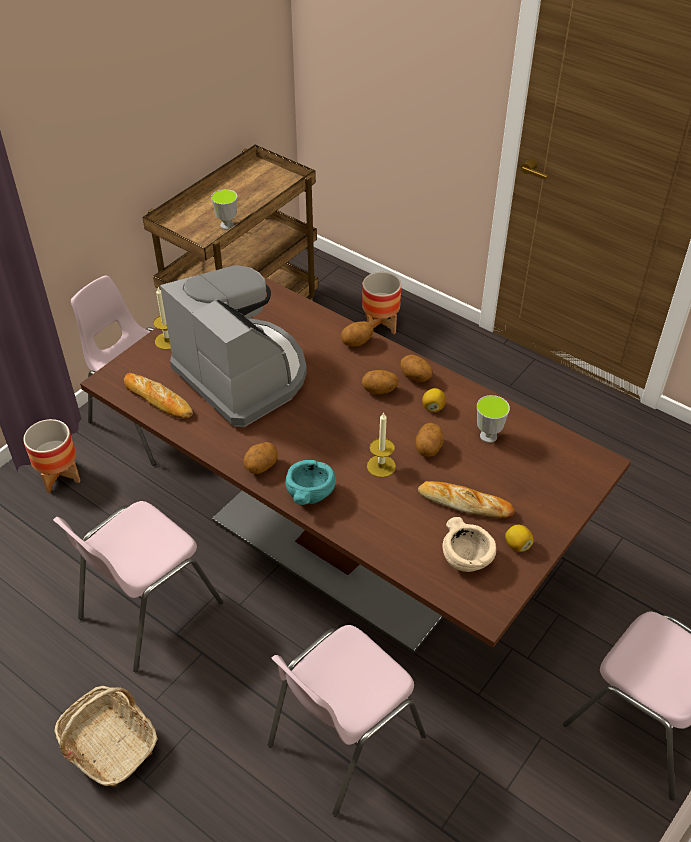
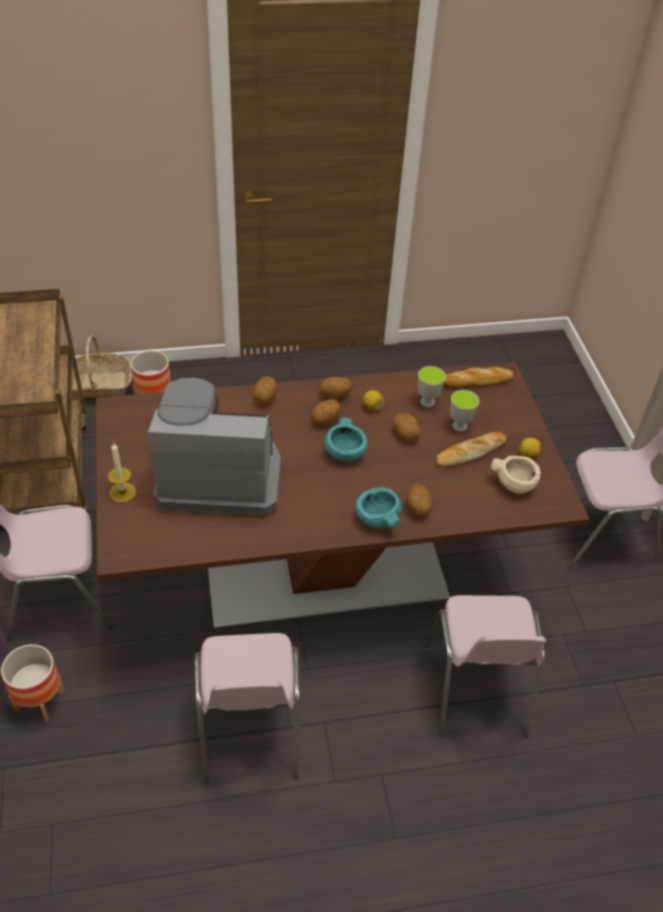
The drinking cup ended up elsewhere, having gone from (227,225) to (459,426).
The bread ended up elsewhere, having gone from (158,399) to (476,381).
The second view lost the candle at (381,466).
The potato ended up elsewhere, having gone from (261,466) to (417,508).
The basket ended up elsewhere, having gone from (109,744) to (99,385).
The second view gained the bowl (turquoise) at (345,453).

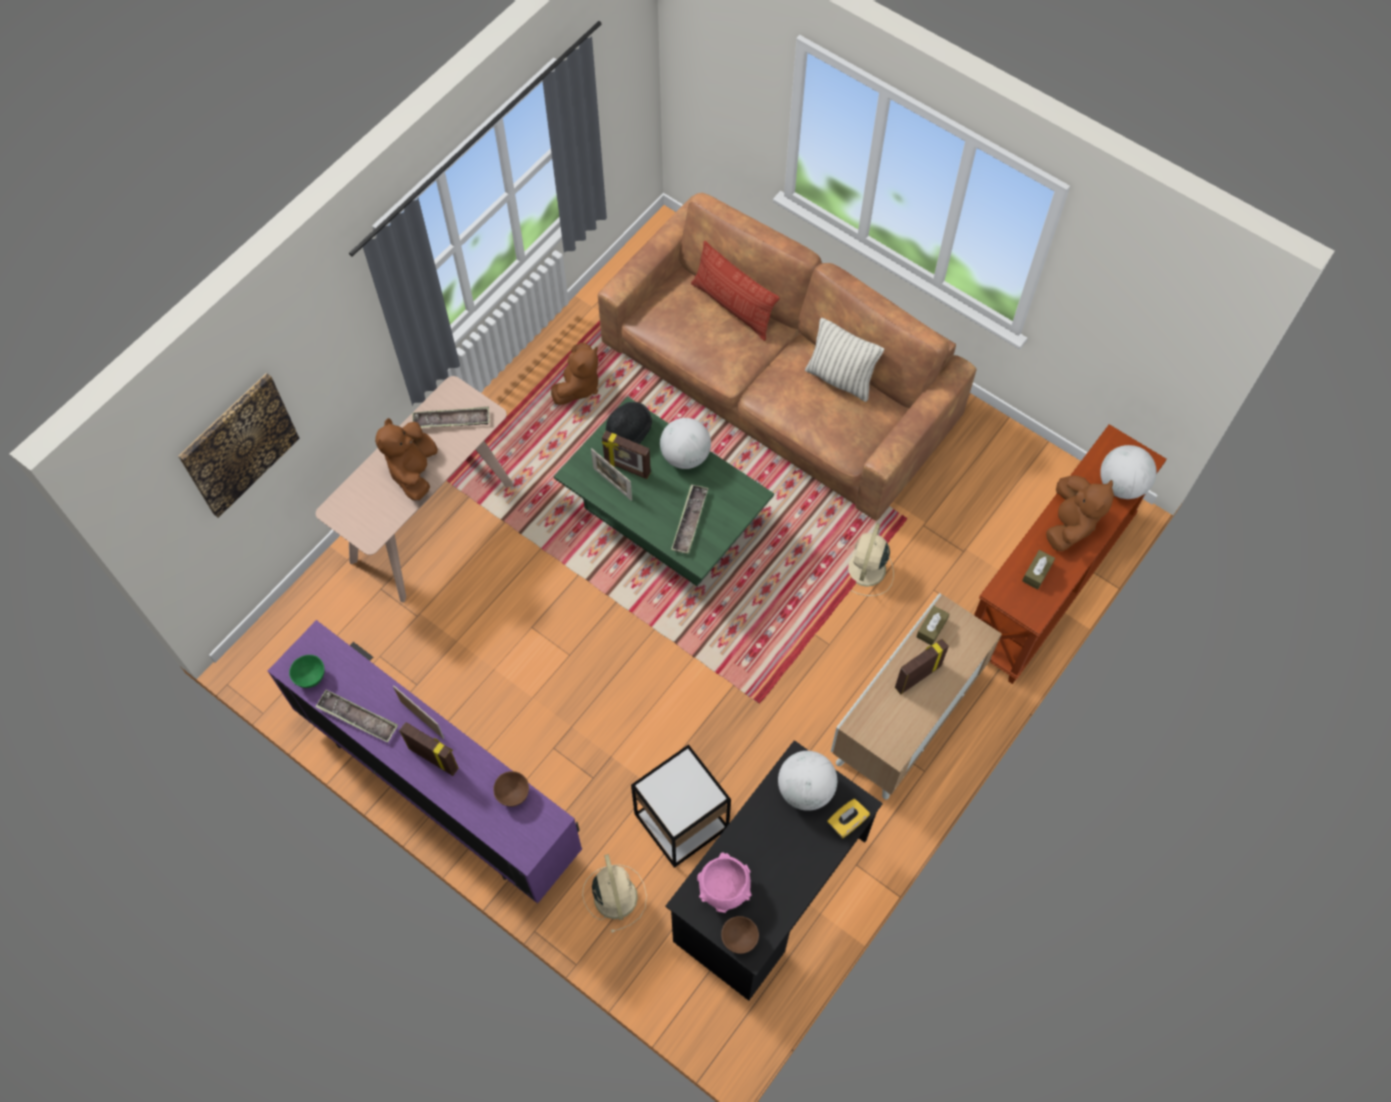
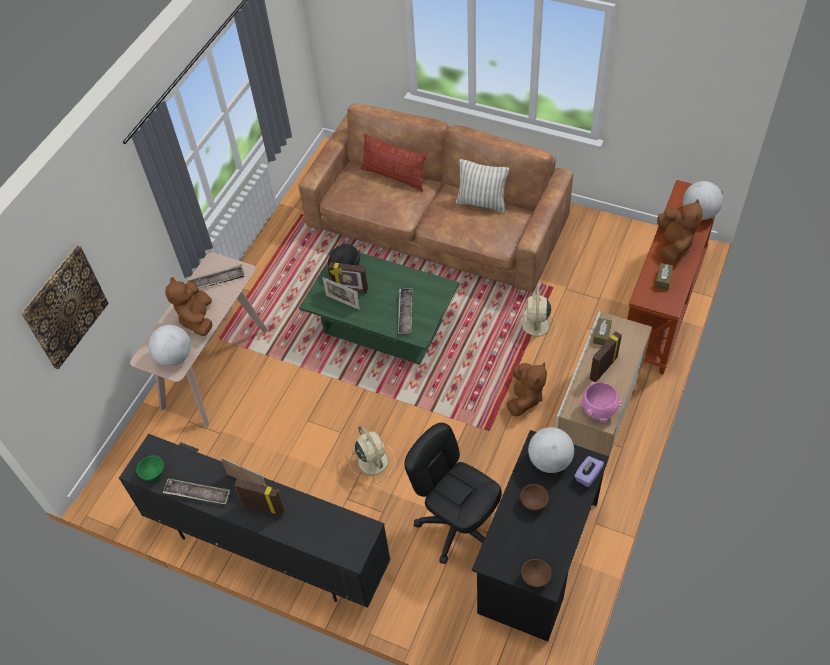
The soft toy (brownish) ended up elsewhere, having gone from (578,386) to (525,398).
The world globe ended up elsewhere, having gone from (685,456) to (174,357).
What was the tv stand (purple) at (438,788) turned into the tv stand (blackish) at (267,549).
Where the side table stood at (681,821), the office chair (blackish) came to stand at (457,525).
The bowl (brownish) ended up elsewhere, having gone from (513,794) to (533,503).
What was the box of tissues (yellow-coloured) at (847,822) turned into the box of tissues (purple) at (587,475).
The bowl (pinkish) ended up elsewhere, having gone from (724,888) to (598,410).
The cooling fan (sand-coloured) ended up elsewhere, having gone from (615,895) to (372,460).

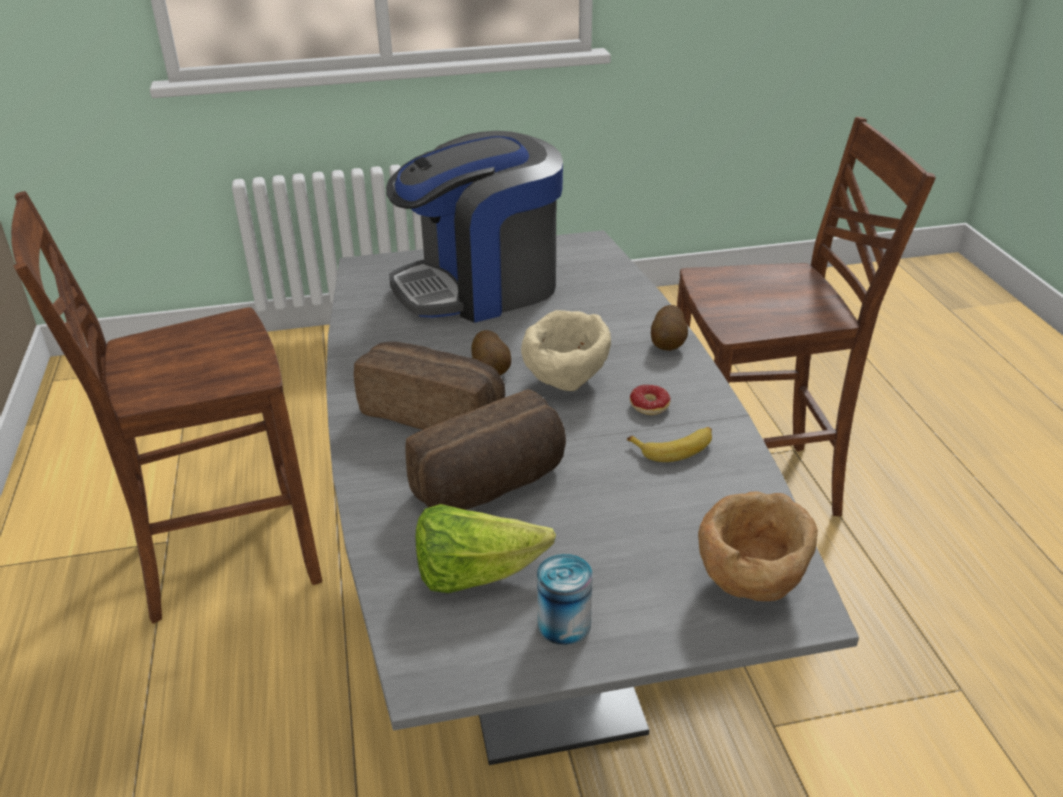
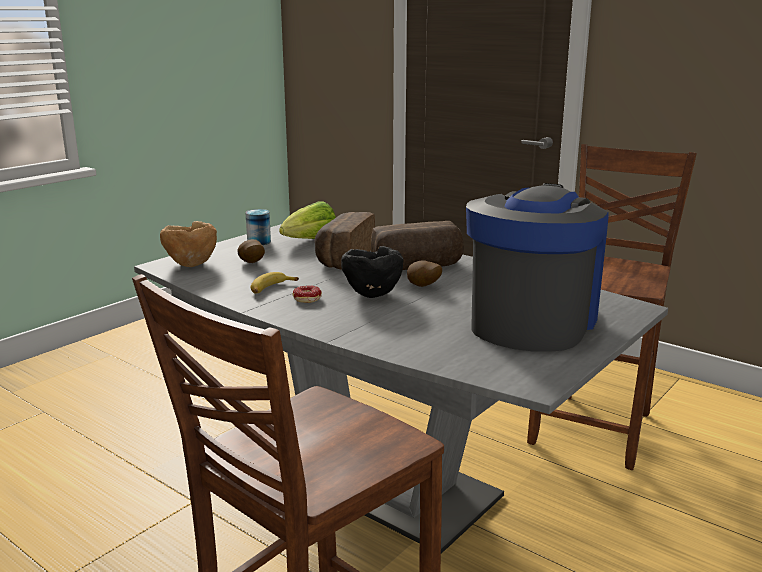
The potato ended up elsewhere, having gone from (668,345) to (251,263).
What was the bowl (sand-coloured) at (566,383) turned into the bowl (blackish) at (371,294).

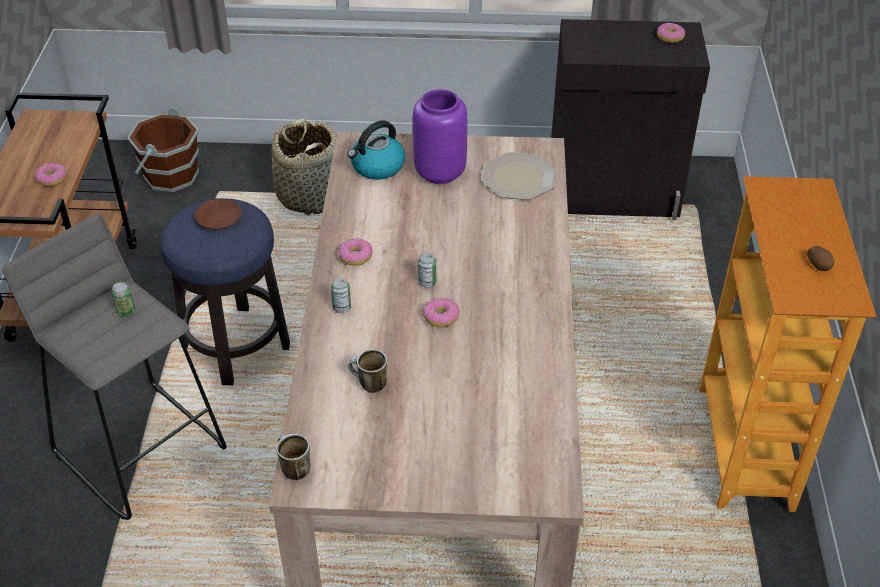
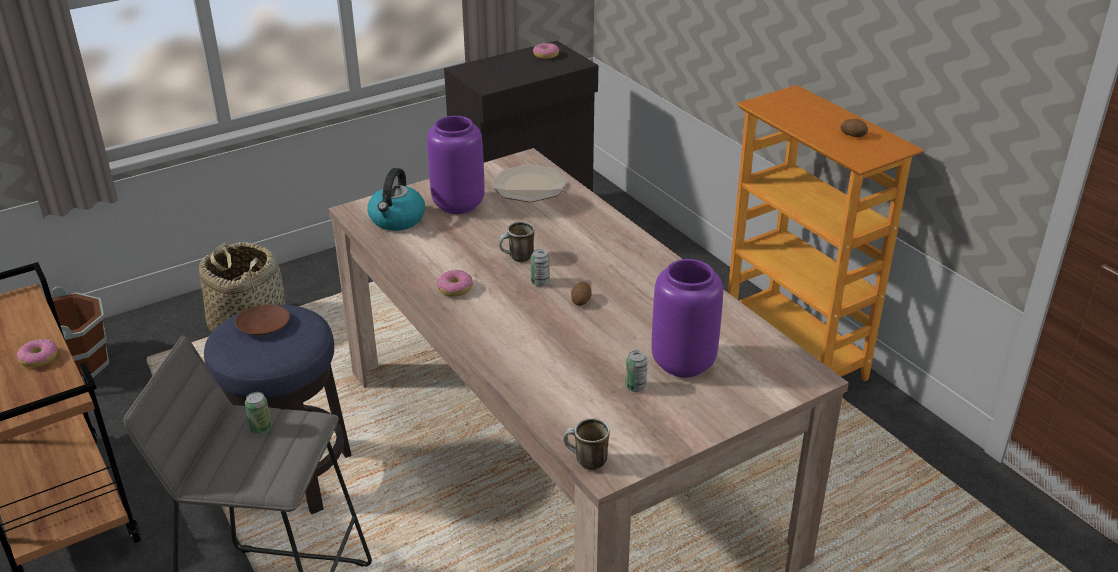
The sealed can ended up elsewhere, having gone from (341,308) to (635,387).
Where the donut stood at (441,317), the potato came to stand at (580,300).
The tea mug ended up elsewhere, having gone from (368,385) to (517,258).
The second view gained the decorative vase (purple) at (684,363).

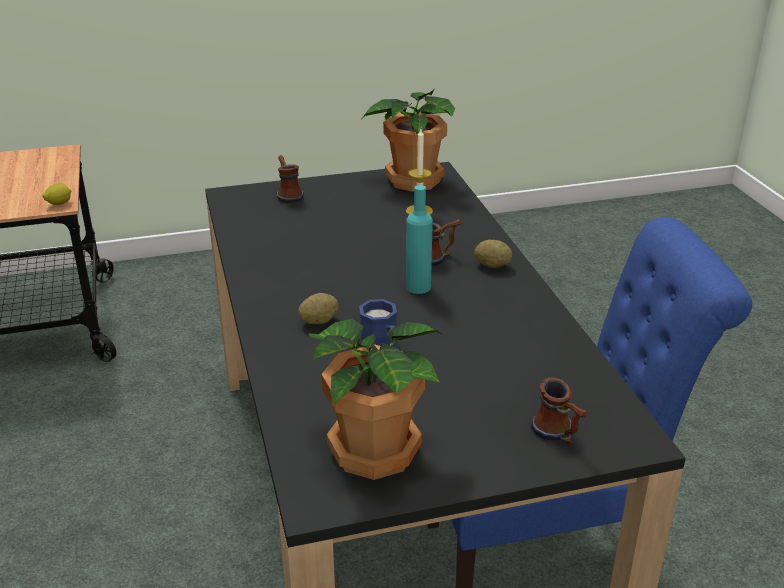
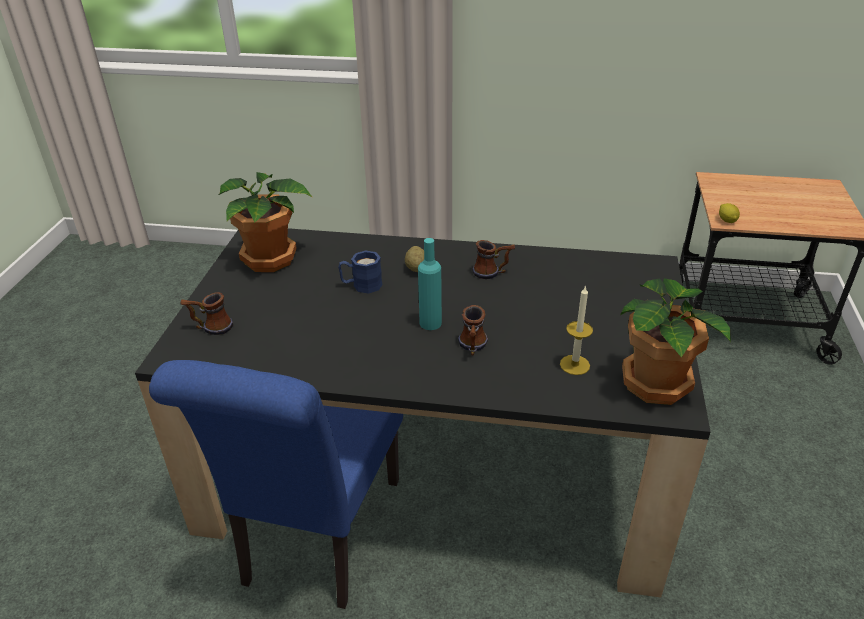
The tea mug ended up elsewhere, having gone from (288,194) to (492,272).
The second view lost the potato at (492,265).

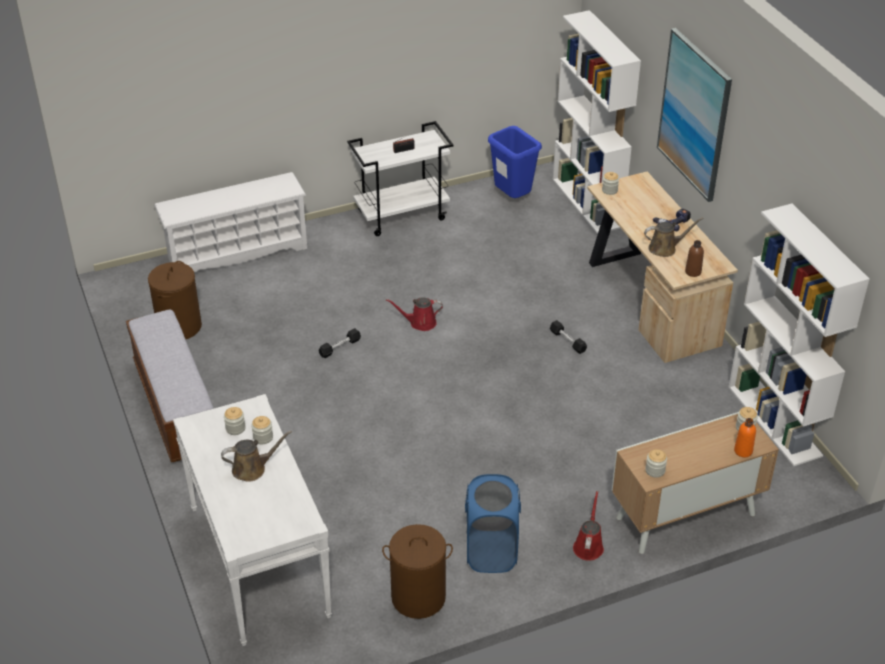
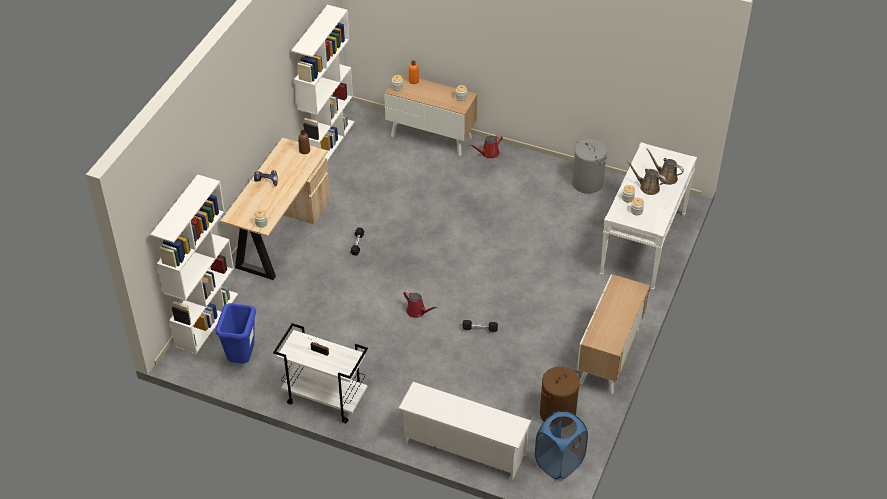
The second view lost the picture at (694,114).
The watering pot (brownish) ended up elsewhere, having gone from (665,248) to (665,177).
Where the bench stood at (175,406), the cupboard came to stand at (610,357).
The laundry basket (blue) ended up elsewhere, having gone from (491,552) to (559,462).
What was the laundry basket (brownish) at (418,597) turned into the laundry basket (grey) at (587,183).

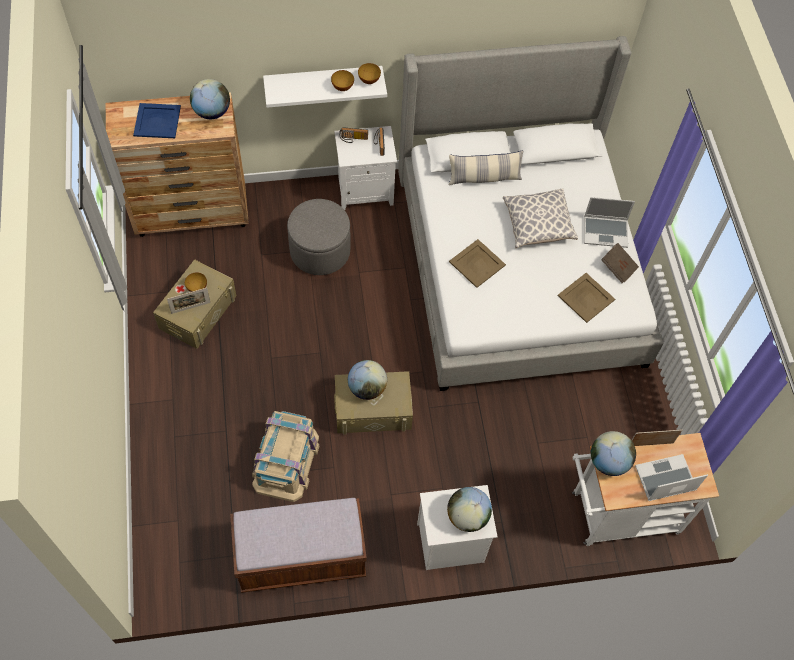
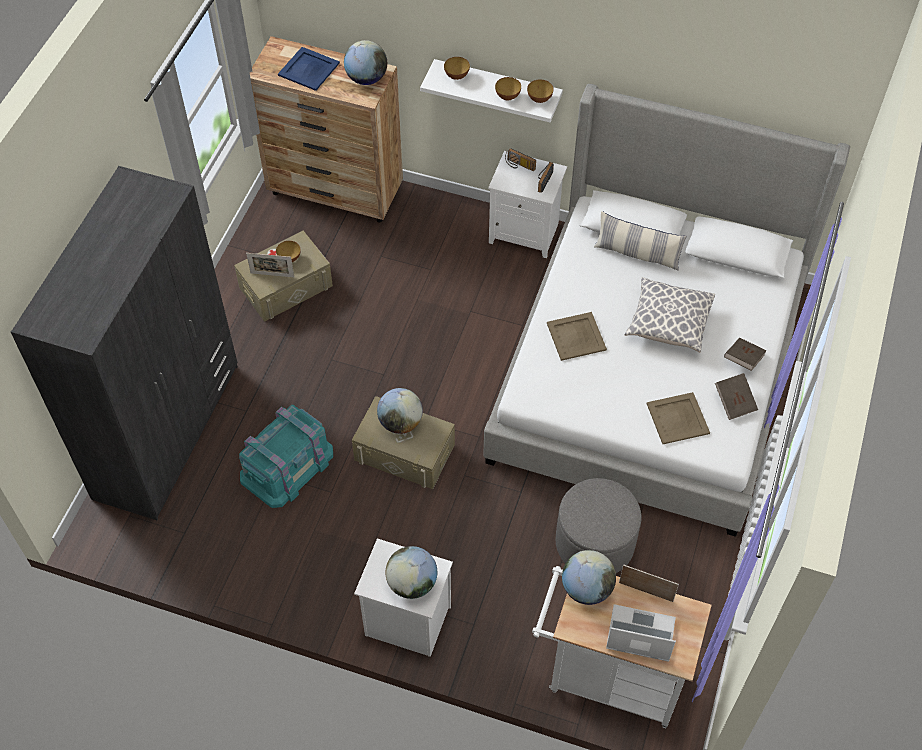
Where the portable computer stood at (606,232), the volume (brownish) came to stand at (743,359).
The footrest (grey) ended up elsewhere, having gone from (320,251) to (594,543).
What was the storage bin (sand-coloured) at (285,461) turned into the storage bin (turquoise) at (286,465).
The second view lost the bench (brownish) at (301,558).
The second view gained the bowl at (456,76).
The second view gained the armoire (grey) at (168,430).

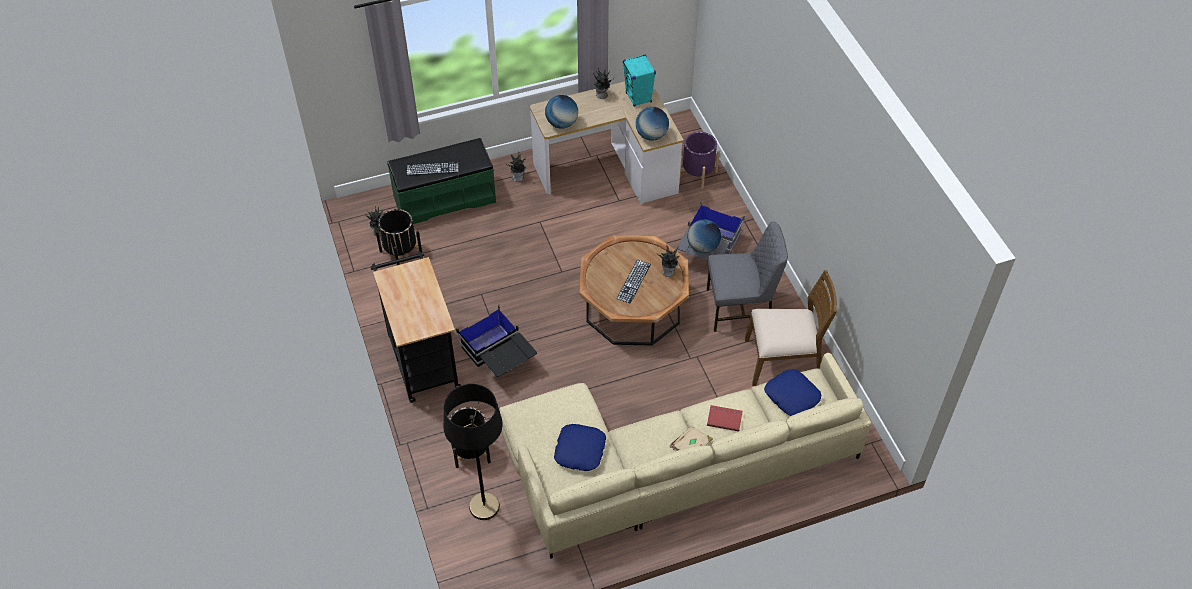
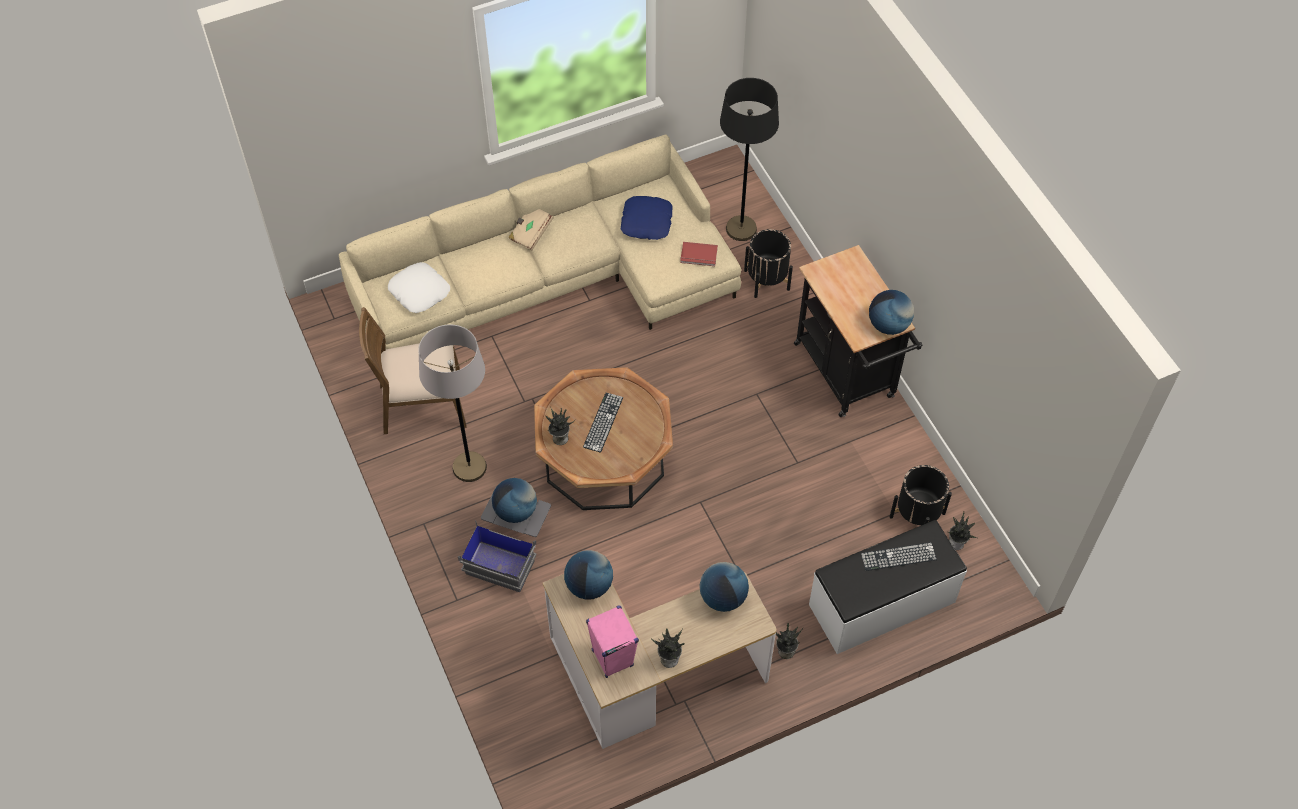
What was the loudspeaker (turquoise) at (638,98) turned into the loudspeaker (pinkish) at (612,658).
The second view lost the planter (purple) at (697,174).
What was the bench (green-coloured) at (444,199) turned into the bench (white-coloured) at (882,604).
Where the chair (grey) stood at (740,308), the standing lamp (grey) came to stand at (469,467).
The second view lost the storage bin (blackish) at (499,358).
What was the cushion (blue) at (791,396) turned into the cushion (white-coloured) at (420,291).
The volume (reddish) ended up elsewhere, having gone from (724,418) to (699,256).
The second view gained the world globe at (888,325).

